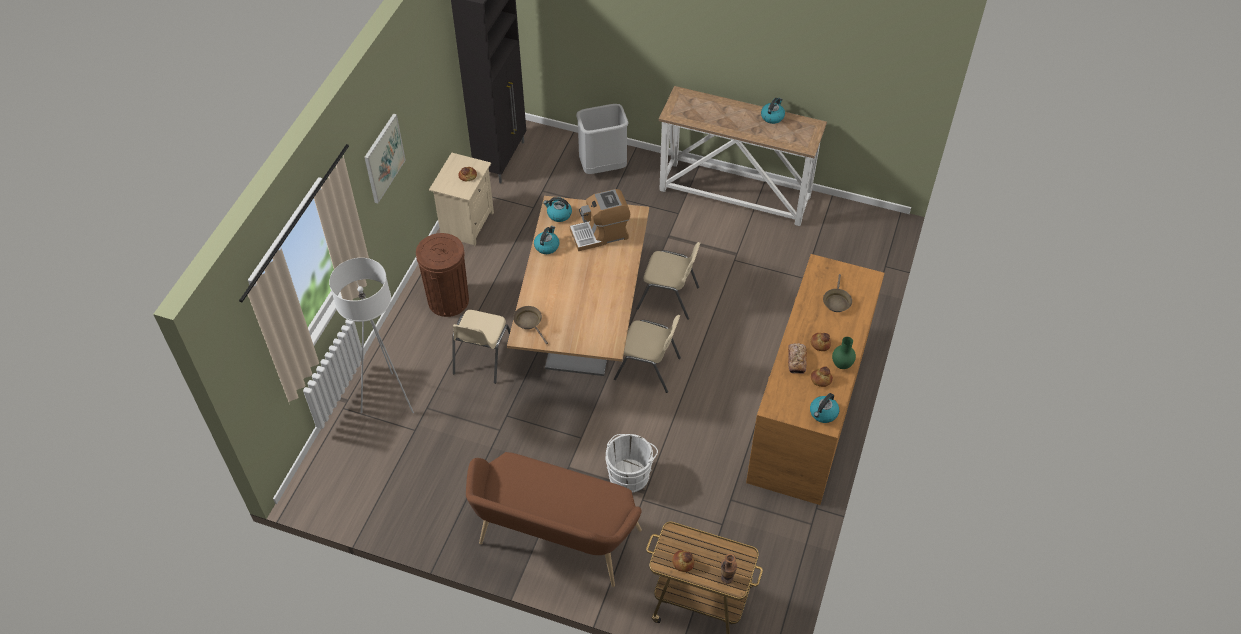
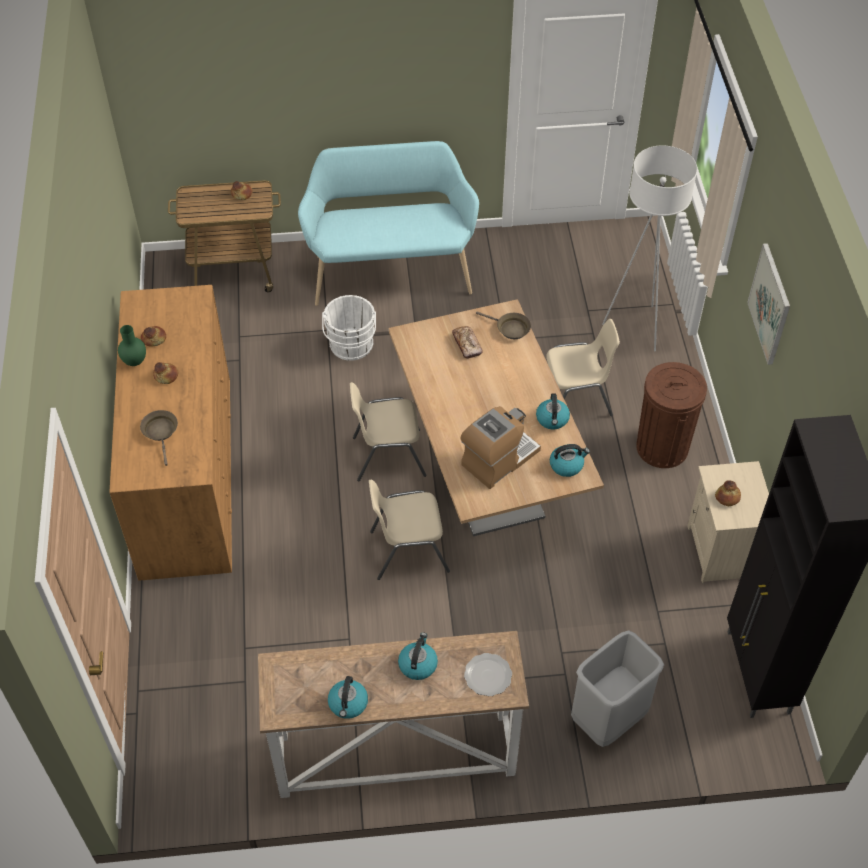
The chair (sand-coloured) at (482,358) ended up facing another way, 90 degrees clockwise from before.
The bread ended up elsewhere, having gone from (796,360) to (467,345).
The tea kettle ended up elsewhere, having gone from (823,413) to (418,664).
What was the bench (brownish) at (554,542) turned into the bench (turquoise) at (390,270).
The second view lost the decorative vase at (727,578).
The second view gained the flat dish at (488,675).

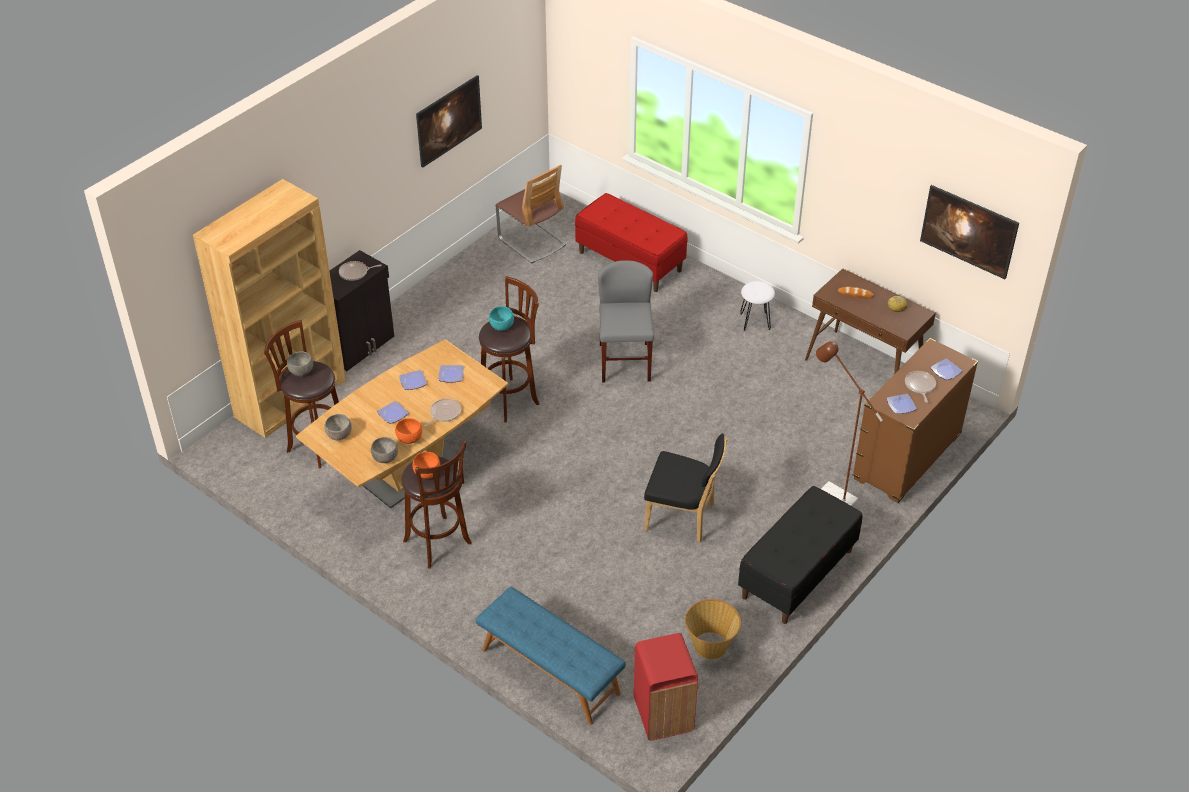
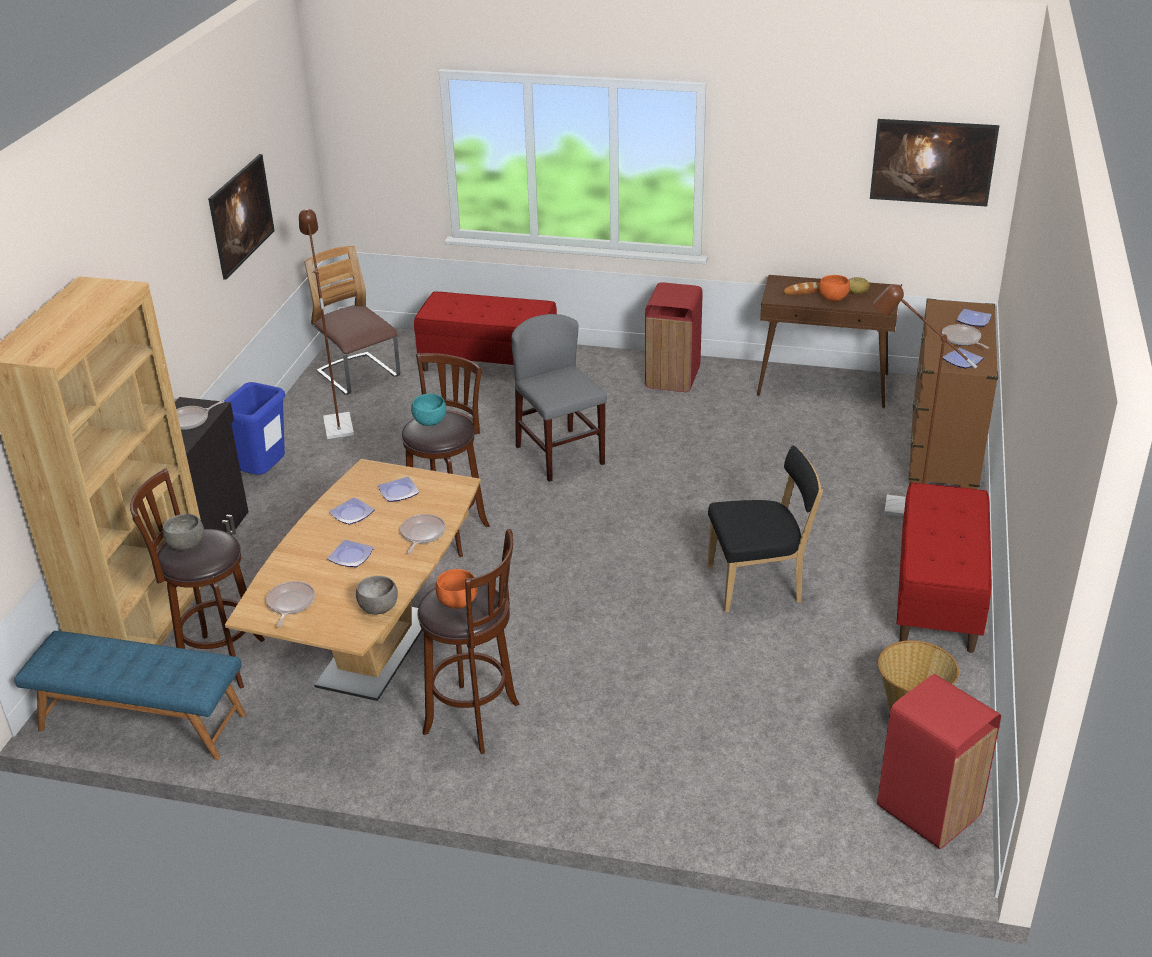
The chair at (532,242) ended up facing another way, 150 degrees counterclockwise from before.
Where the sitting stool (white-coloured) stood at (755,321), the trash can (reddish) came to stand at (673,378).
Where the bowl (grey) stood at (339,435), the skillet came to stand at (290,604).
The bowl (orangey) ended up elsewhere, having gone from (410,439) to (833,298).
What was the bench (blackish) at (797,574) turned into the bench (reddish) at (938,596).
The bench (blue) ended up elsewhere, having gone from (549,672) to (141,722).
The second view gained the standing lamp (brownish) at (337,422).
The second view gained the trash can (blue) at (263,476).

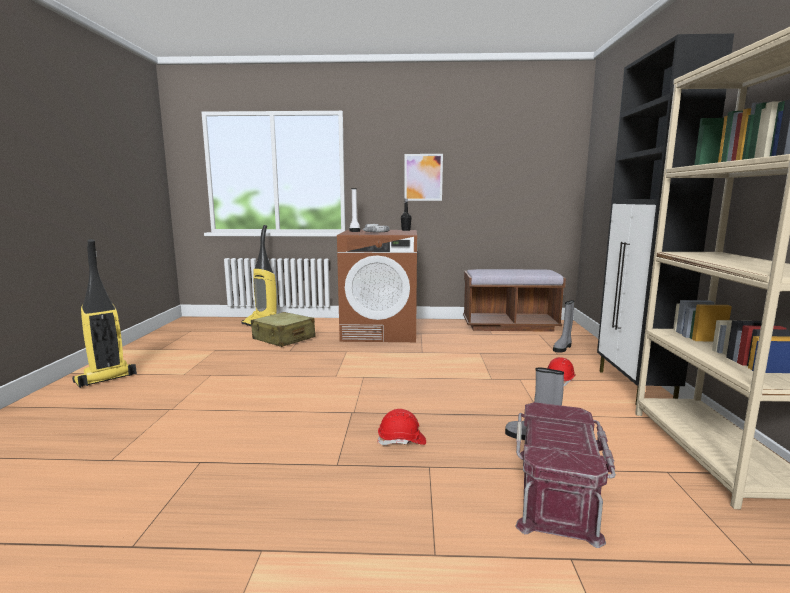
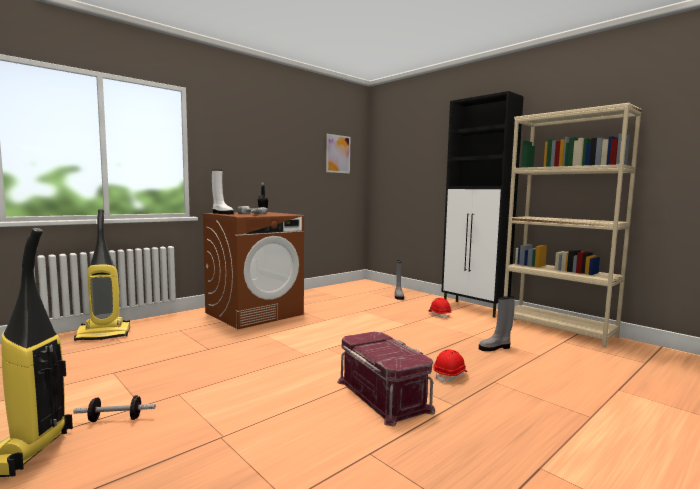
The picture ended up elsewhere, having gone from (423,177) to (338,154).
The second view lost the bench (brownish) at (509,326).
The second view lost the suitcase (sand-coloured) at (283,338).
The storage bin (reddish) ended up elsewhere, having gone from (558,493) to (384,395).
The second view gained the hand weight at (115,419).

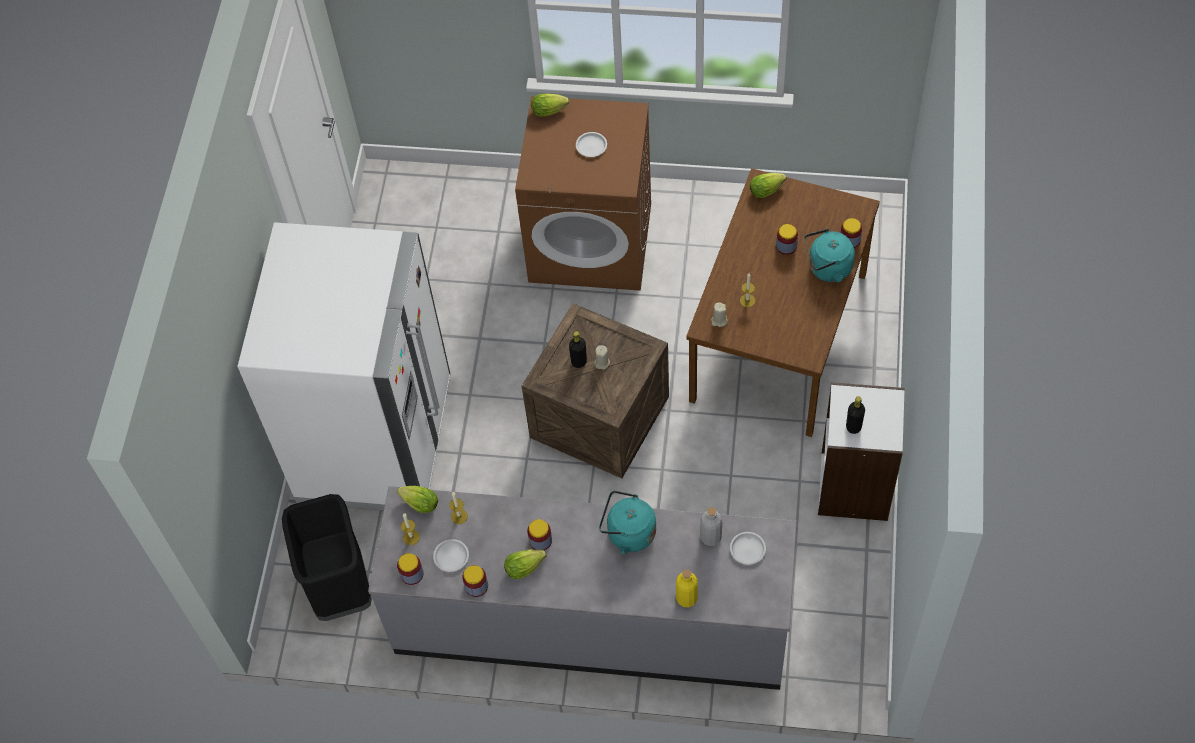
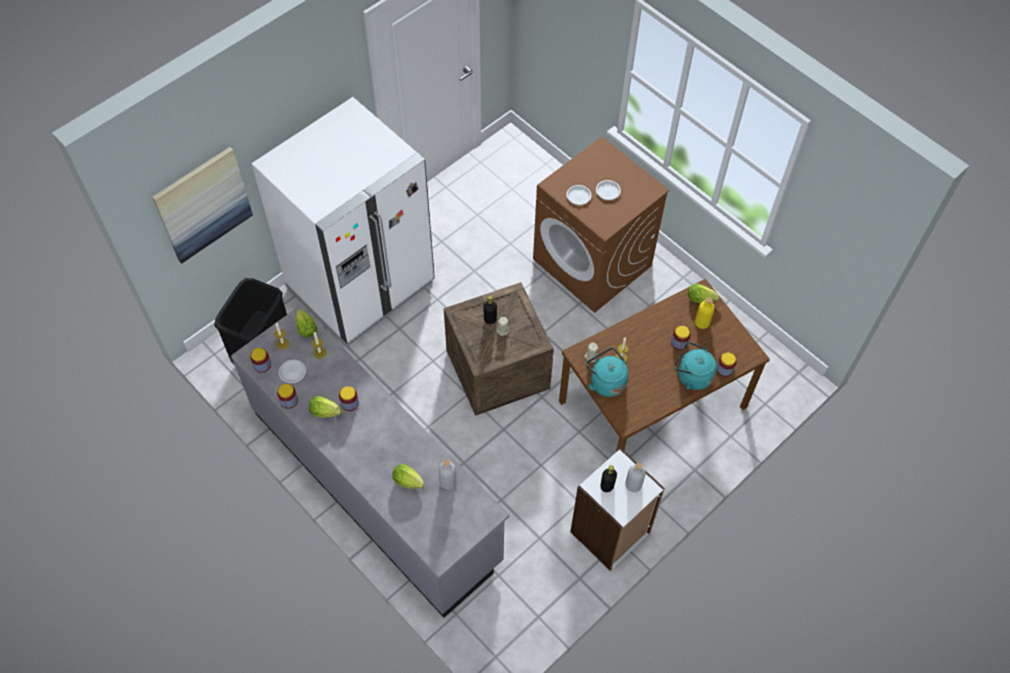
The lettuce head ended up elsewhere, having gone from (551,110) to (410,482).
The tea kettle (turquoise) ended up elsewhere, having gone from (628,533) to (606,381).
The flat dish (white-coloured) ended up elsewhere, having gone from (747,549) to (578,196).
The drink bottle (yellow-coloured) ended up elsewhere, having gone from (686,598) to (702,323).
The second view gained the picture at (203,204).
The second view gained the drink bottle (grey) at (633,485).

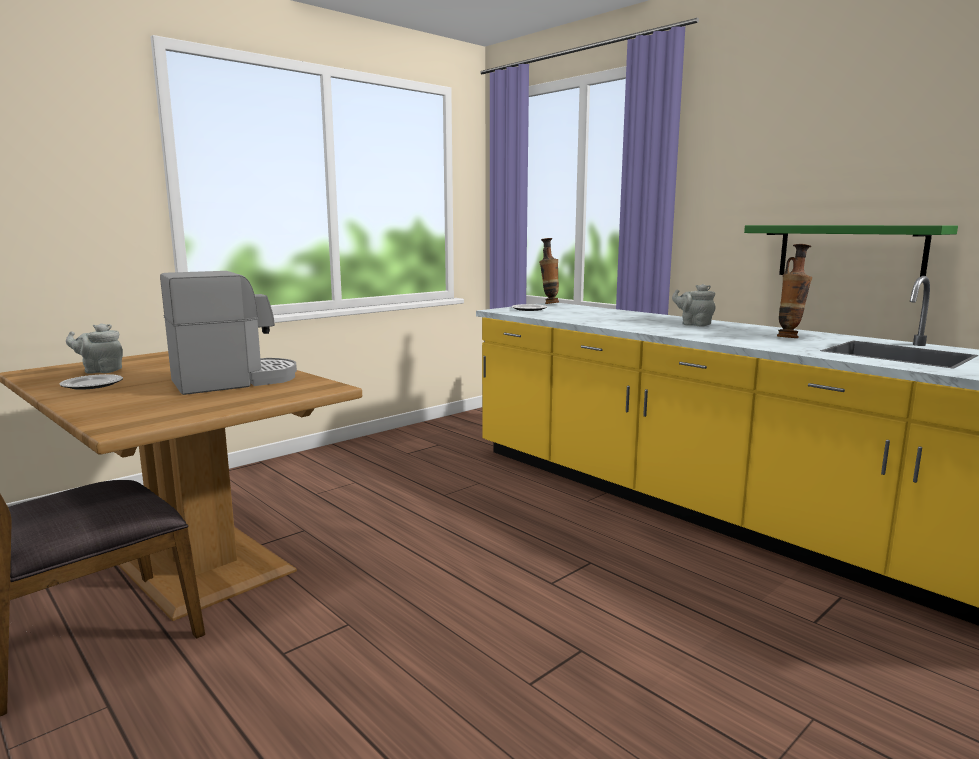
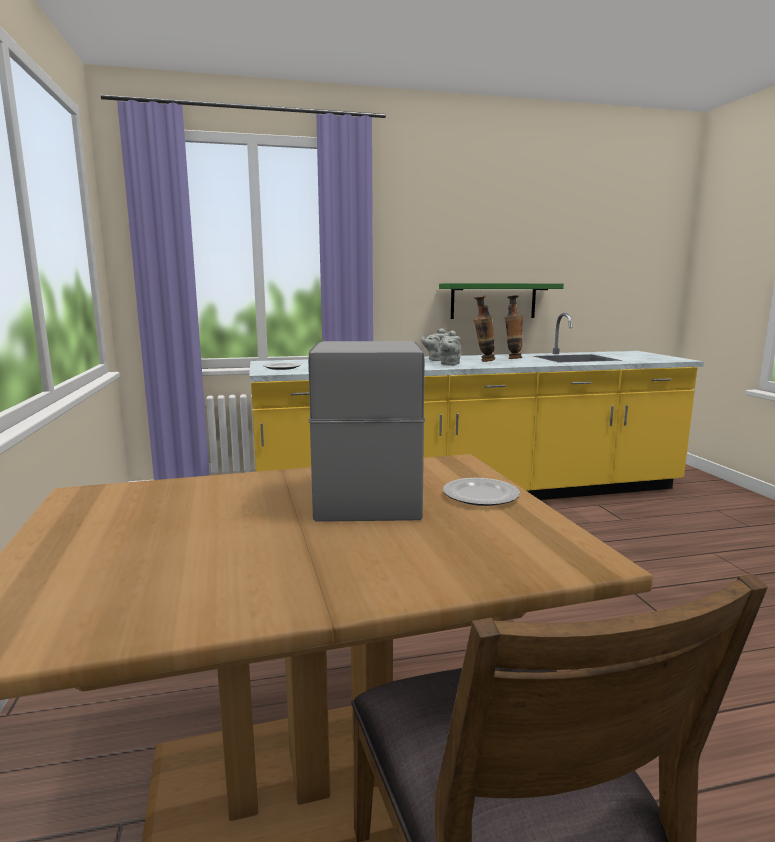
The decorative vase ended up elsewhere, having gone from (549,303) to (483,361).
The teapot (grey) ended up elsewhere, having gone from (100,371) to (449,364).
The flat dish ended up elsewhere, having gone from (91,385) to (481,496).

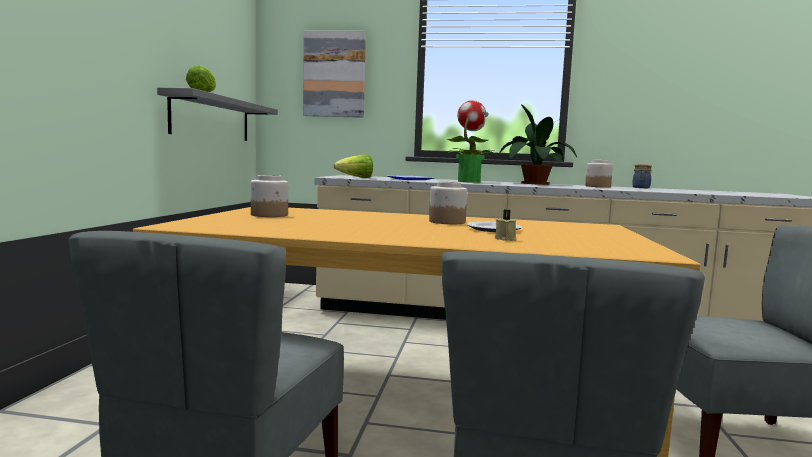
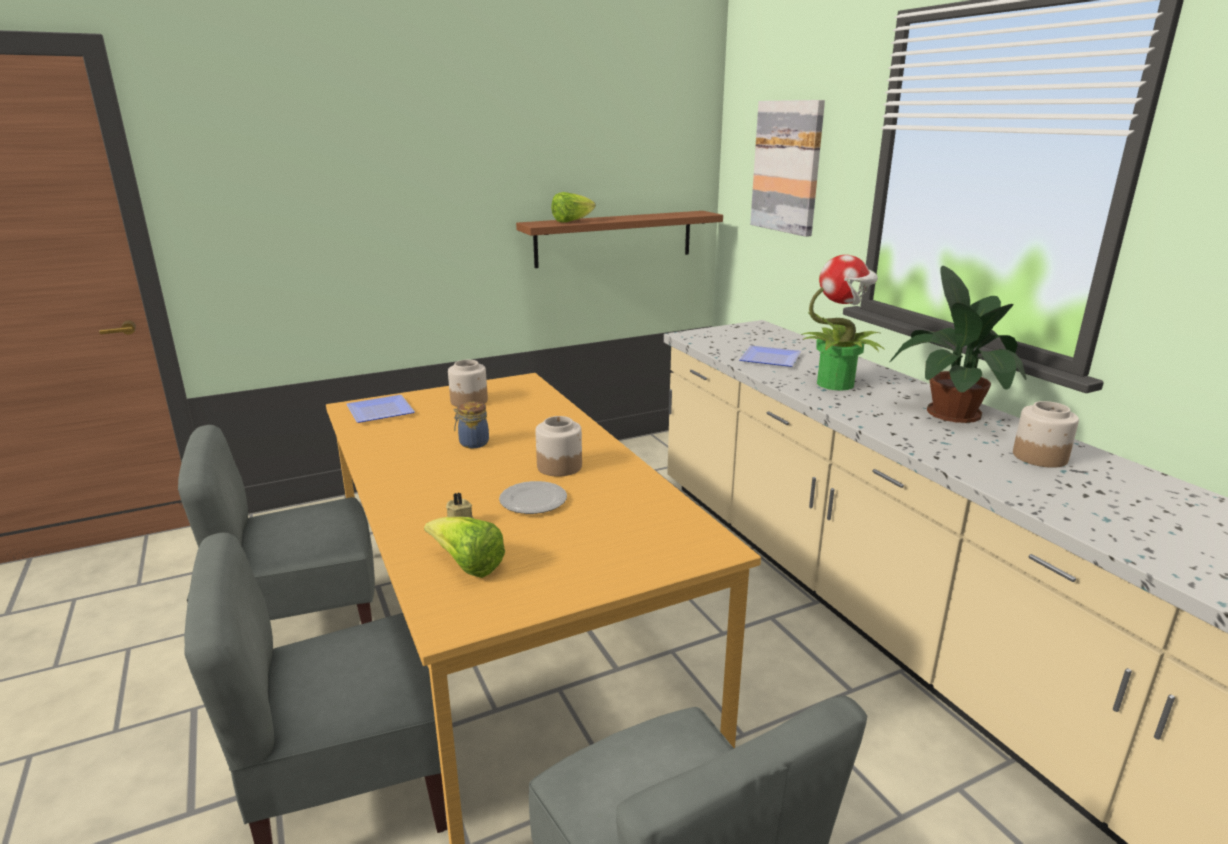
What was the bracket shelf (grey) at (212,119) turned into the bracket shelf (brownish) at (614,238).
The lettuce head ended up elsewhere, having gone from (356,178) to (467,566).
The jar ended up elsewhere, having gone from (640,188) to (472,443).
The second view gained the flat dish at (383,412).

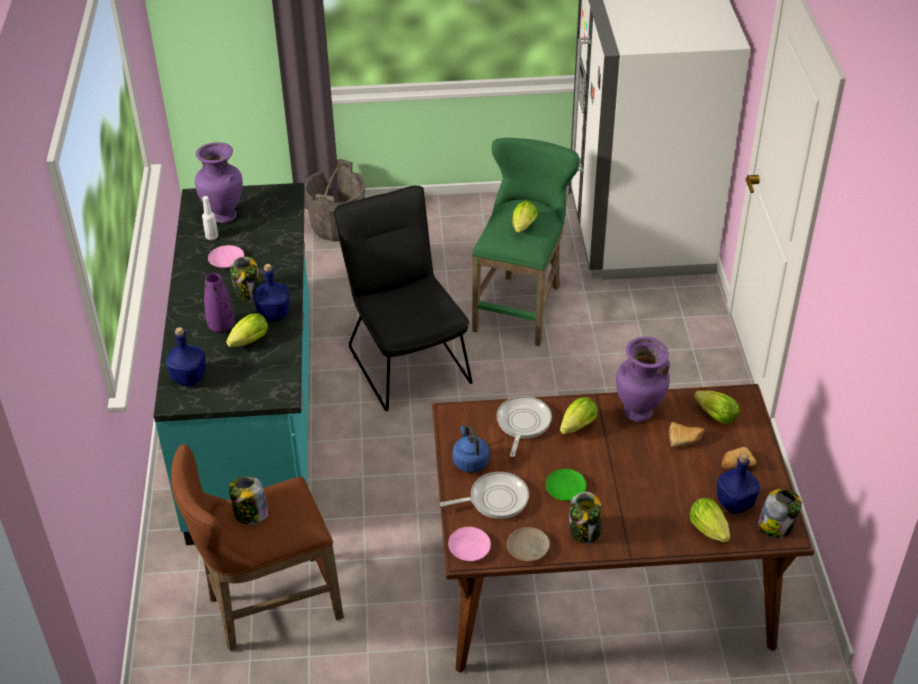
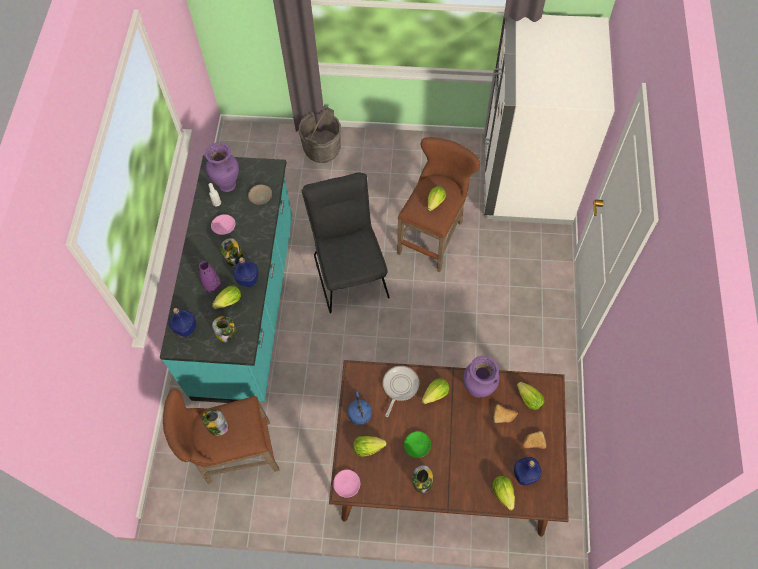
What was the sitting stool (green-coloured) at (521,305) turned into the sitting stool (brownish) at (434,235).
Where the skillet stood at (495,499), the lettuce head came to stand at (370,447).
The jar ended up elsewhere, having gone from (776,526) to (226,333).
The flat dish (sand-coloured) ended up elsewhere, having gone from (528,548) to (261,196).

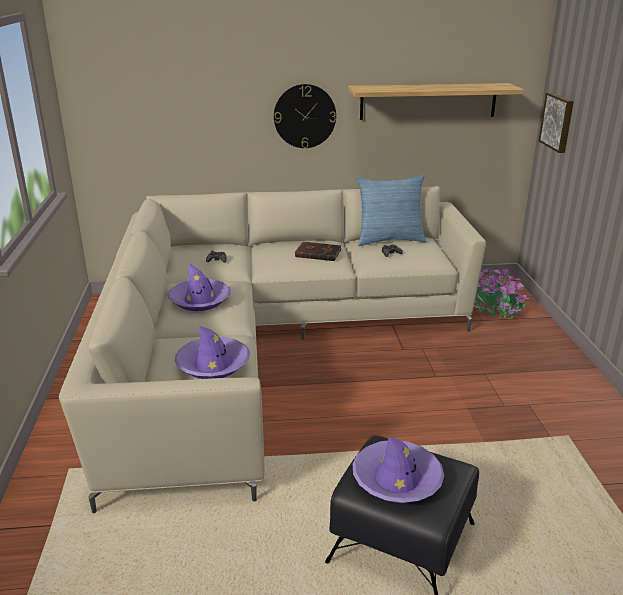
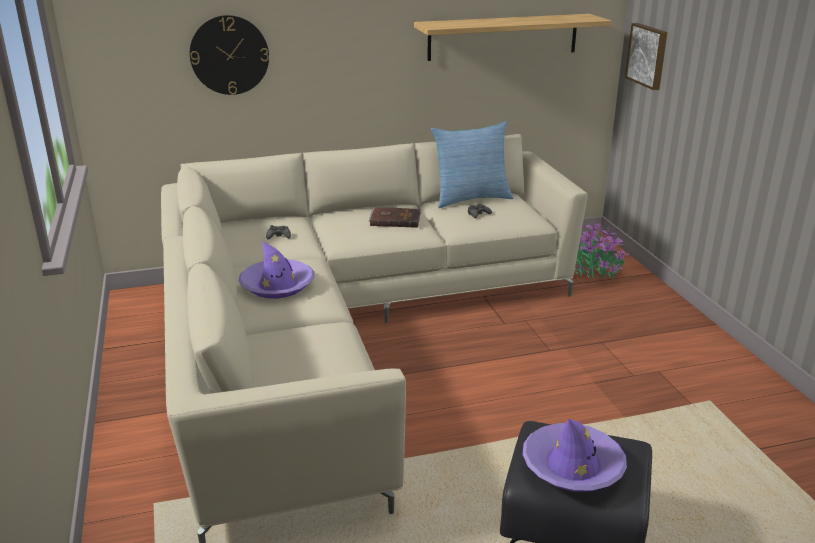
The clock on the wall ended up elsewhere, having gone from (304,116) to (229,55).
The second view lost the clothing hat (purple) at (213,364).

